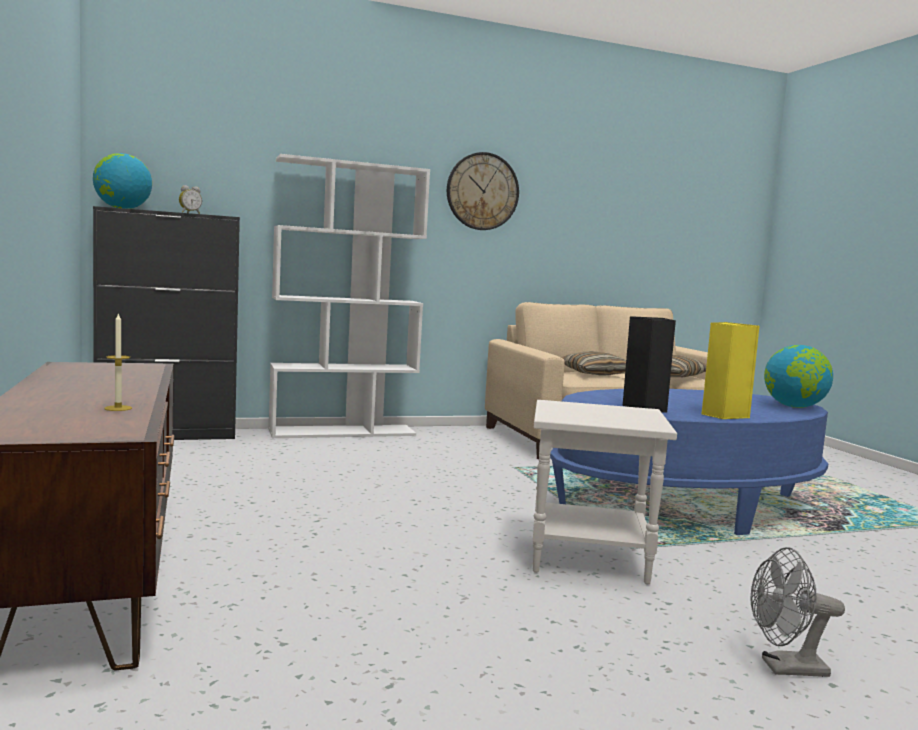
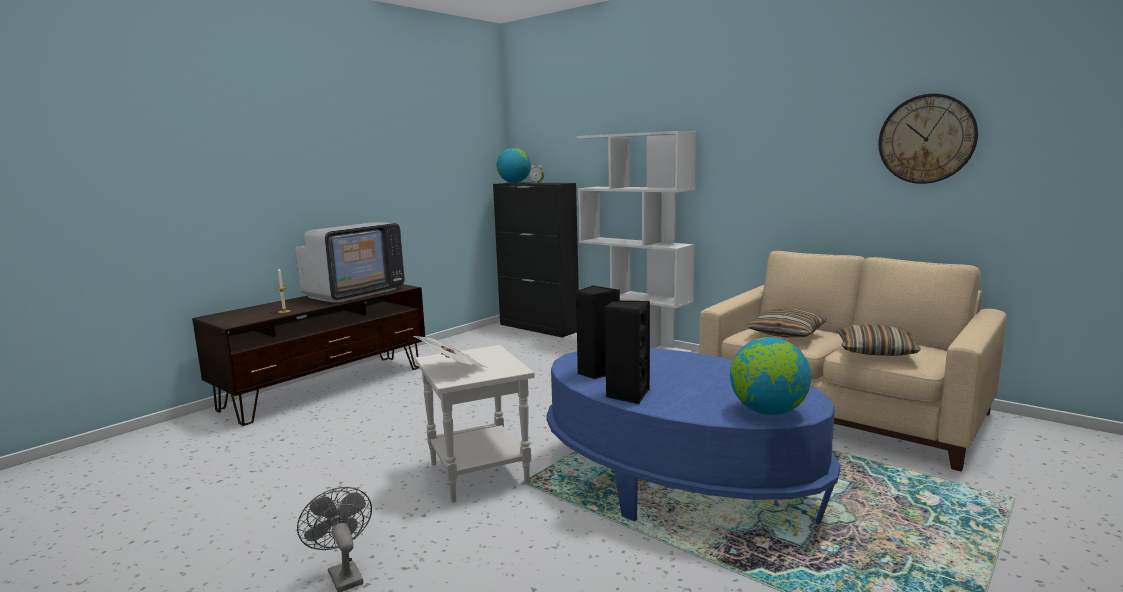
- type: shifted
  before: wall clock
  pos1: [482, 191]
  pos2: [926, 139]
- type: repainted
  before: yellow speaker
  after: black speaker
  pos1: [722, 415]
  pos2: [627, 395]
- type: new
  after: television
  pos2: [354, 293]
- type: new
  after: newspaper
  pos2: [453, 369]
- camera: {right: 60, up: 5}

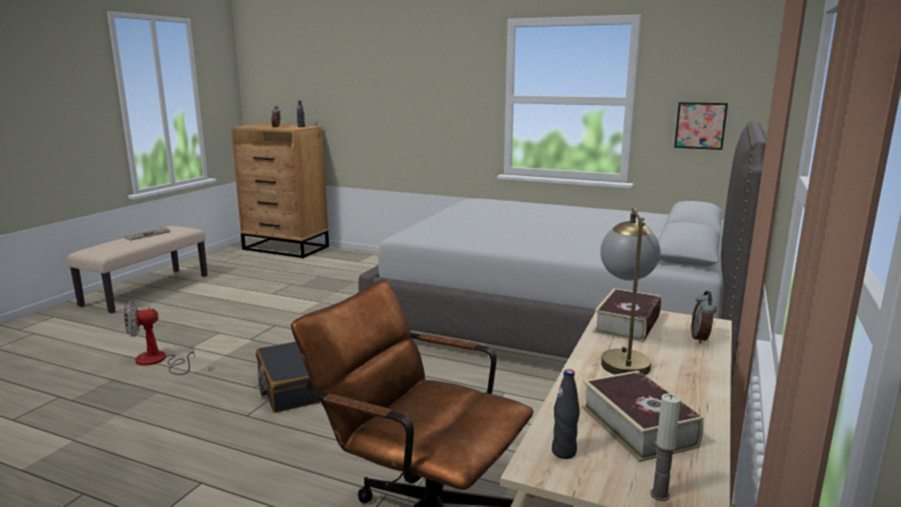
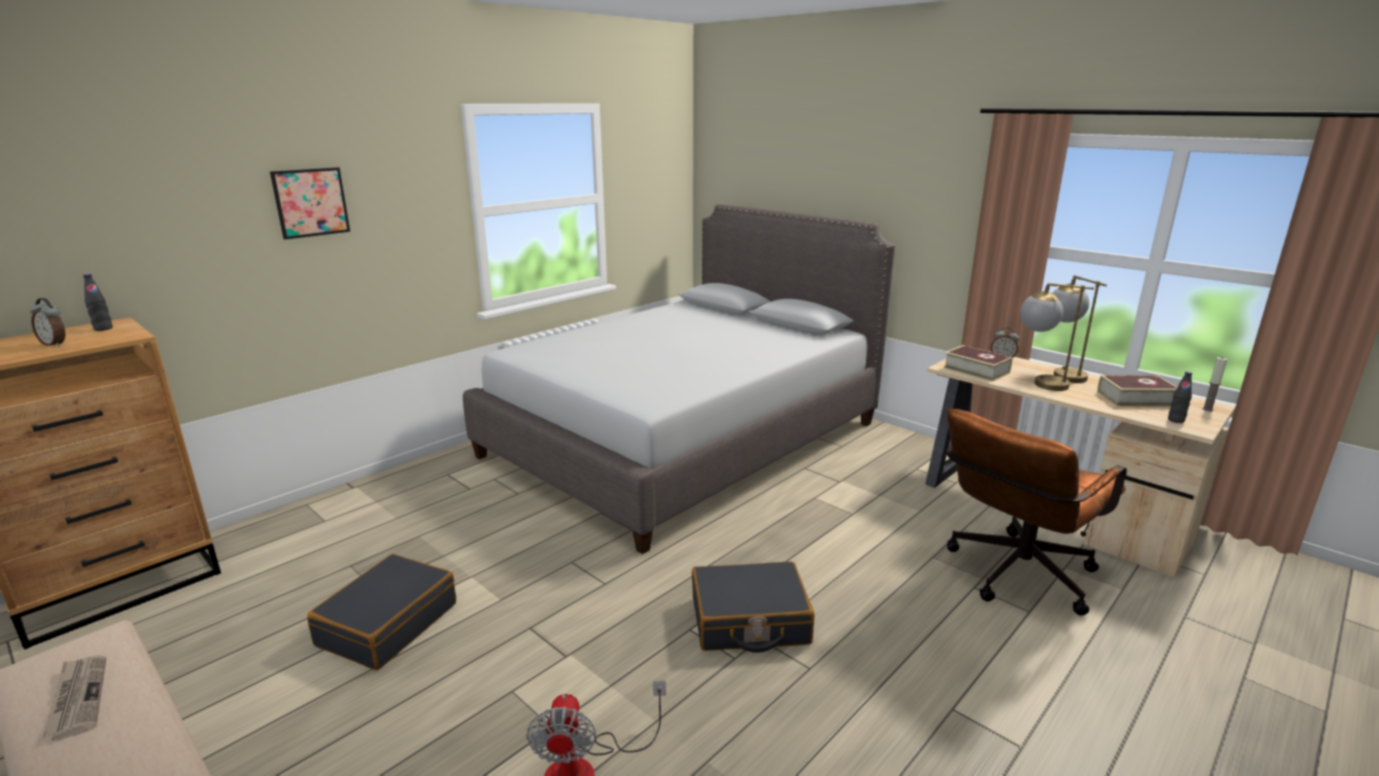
- type: shifted
  before: picture
  pos1: [700, 125]
  pos2: [311, 202]
- type: new
  after: table lamp
  pos2: [1061, 373]
- type: new
  after: black suitcase
  pos2: [387, 624]
- camera: {right: -70, up: 5}

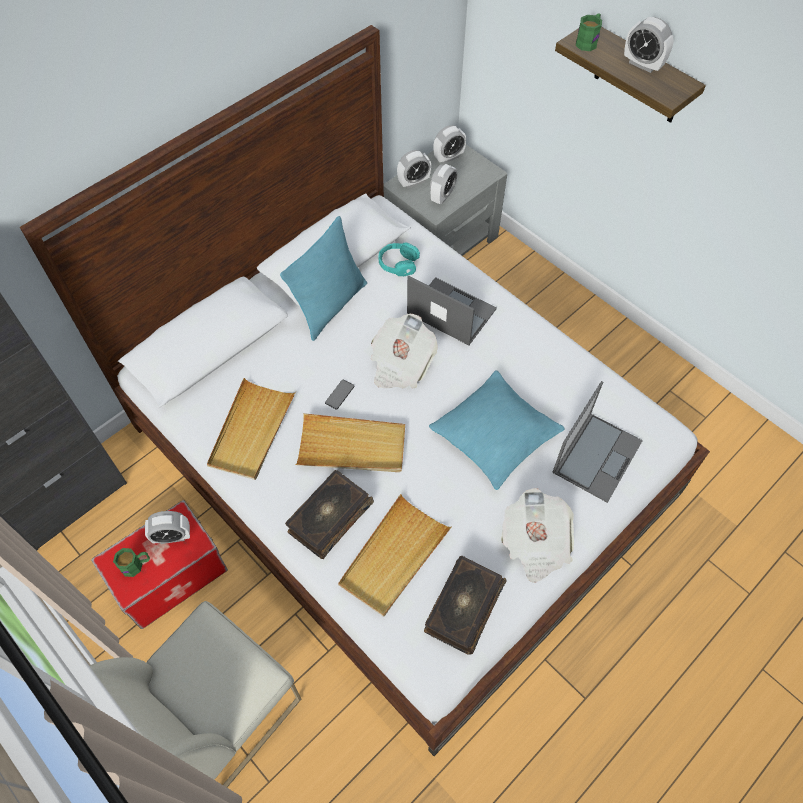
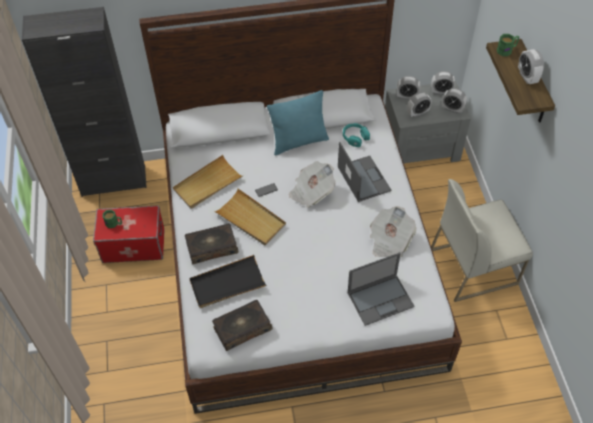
- type: gone
  before: turquoise pillow
  pos1: [495, 435]
- type: shifted
  before: newspaper
  pos1: [535, 544]
  pos2: [389, 240]
- type: repainted
  before: beige tray
  after: black tray
  pos1: [393, 557]
  pos2: [227, 284]
- type: shifted
  before: alarm clock
  pos1: [172, 536]
  pos2: [452, 109]
- type: shifted
  before: white chair
  pos1: [221, 708]
  pos2: [473, 266]
- camera: {right: 35, up: -5}

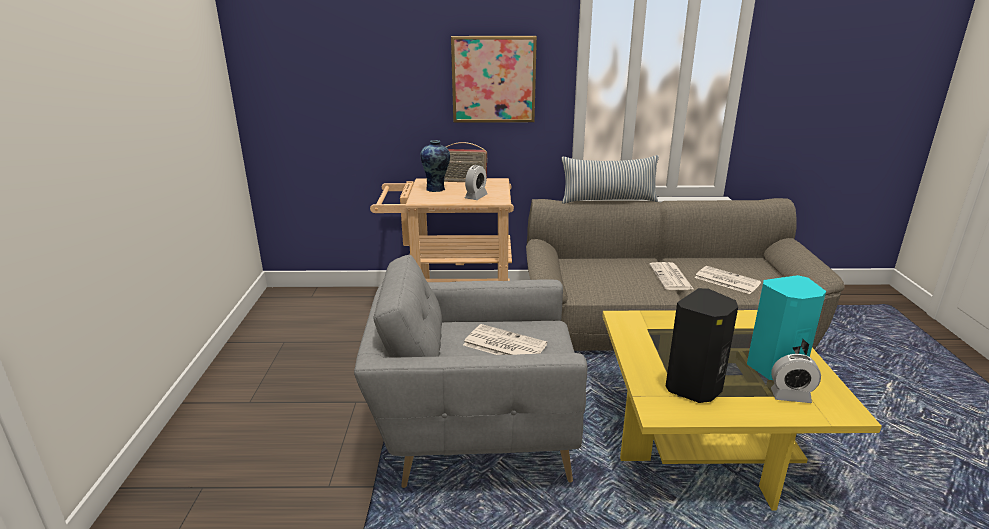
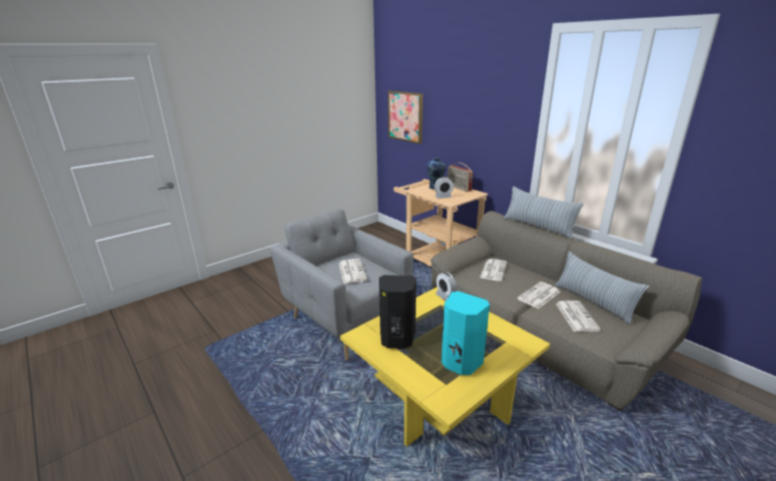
- type: shifted
  before: picture
  pos1: [493, 79]
  pos2: [405, 116]
- type: shifted
  before: alarm clock
  pos1: [790, 396]
  pos2: [445, 297]
- type: new
  after: pillow
  pos2: [593, 302]
- type: new
  after: newspaper
  pos2: [493, 270]
- camera: {right: 50, up: 0}

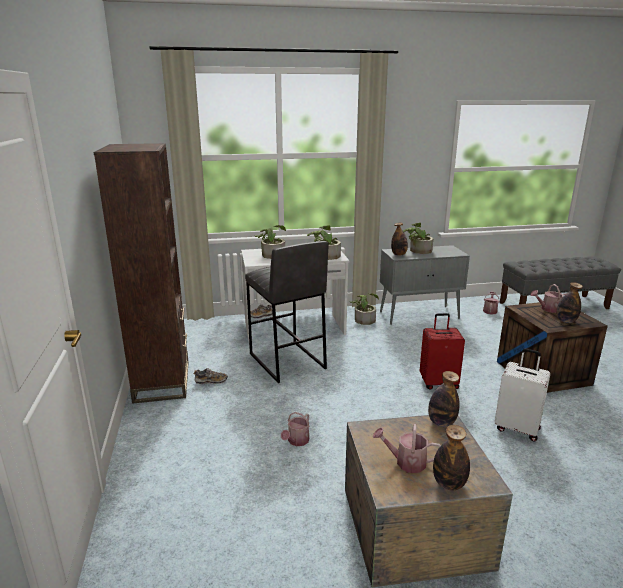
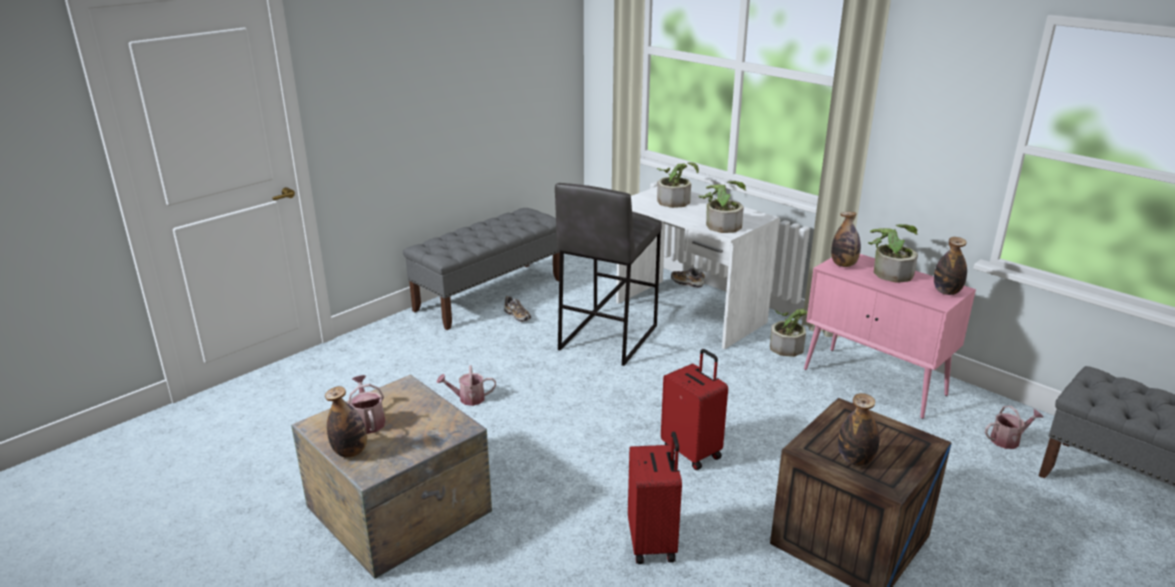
- type: swapped
  before: brown bookcase
  after: grey bench
  pos1: [162, 381]
  pos2: [490, 294]
- type: repainted
  before: grey cabinet
  after: pink cabinet
  pos1: [420, 315]
  pos2: [875, 382]
- type: gone
  before: watering can
  pos1: [548, 309]
- type: repainted
  before: white suitcase
  after: red suitcase
  pos1: [517, 428]
  pos2: [653, 543]
- type: shifted
  before: bottle
  pos1: [441, 423]
  pos2: [946, 292]
- camera: {right: 55, up: 5}

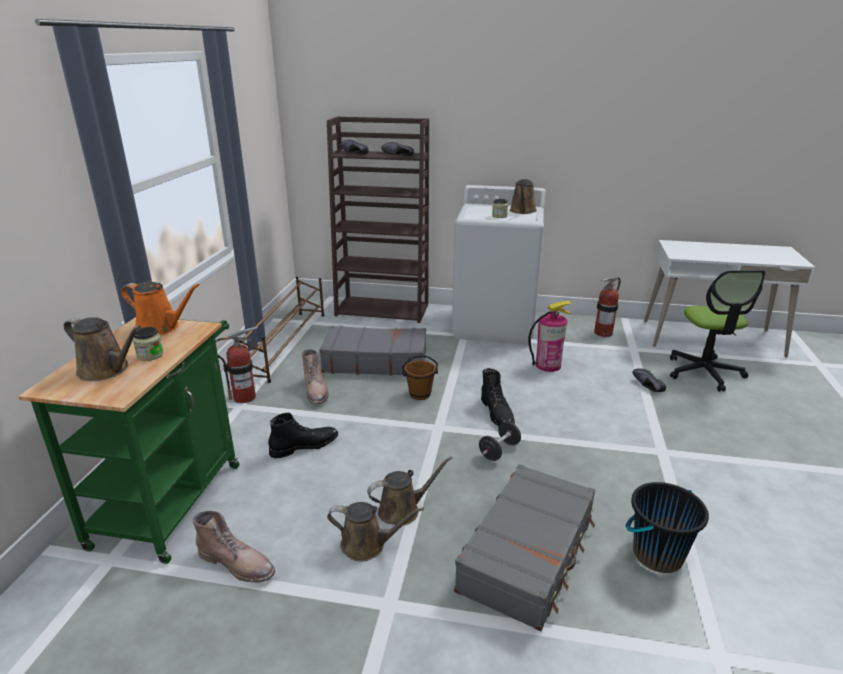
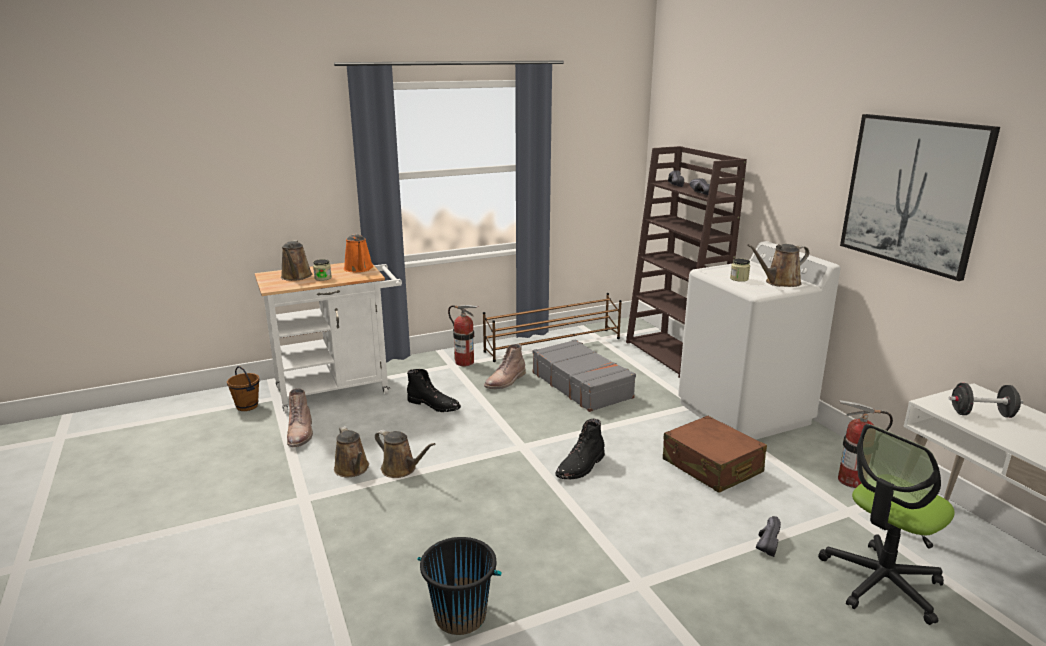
- type: swapped
  before: fire extinguisher
  after: brown suitcase
  pos1: [548, 365]
  pos2: [712, 466]
- type: repainted
  before: green cart
  after: white cart
  pos1: [173, 497]
  pos2: [340, 389]
- type: shifted
  before: brown bucket
  pos1: [420, 394]
  pos2: [247, 406]
- type: shifted
  before: black dumbbell
  pos1: [499, 451]
  pos2: [981, 414]
- type: gone
  before: grey suitcase
  pos1: [528, 554]
- type: new
  after: picture
  pos2: [913, 193]
- camera: {right: 55, up: -5}

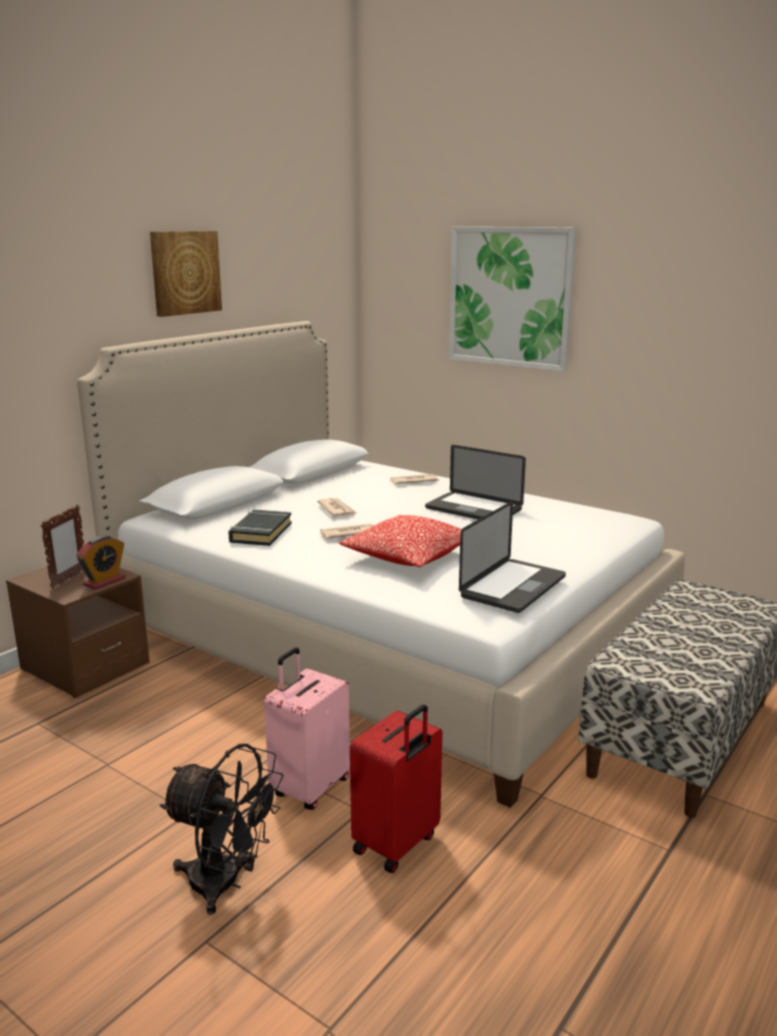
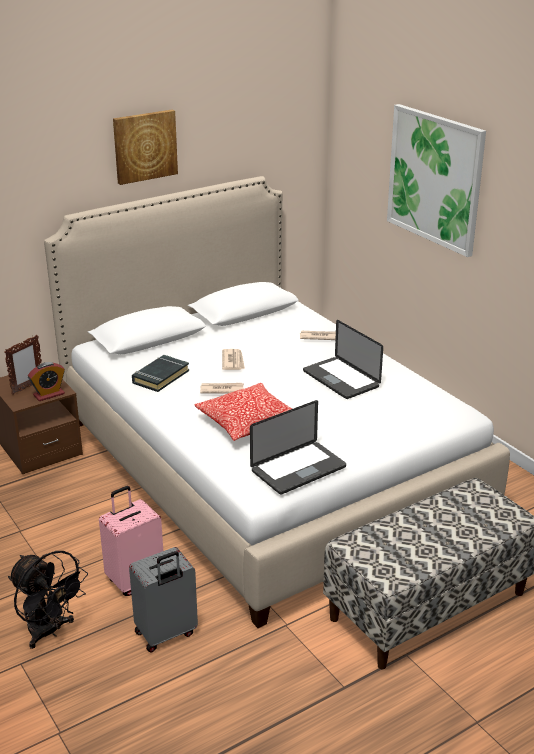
- type: repainted
  before: red suitcase
  after: grey suitcase
  pos1: [397, 844]
  pos2: [166, 634]
- camera: {right: 20, up: 10}

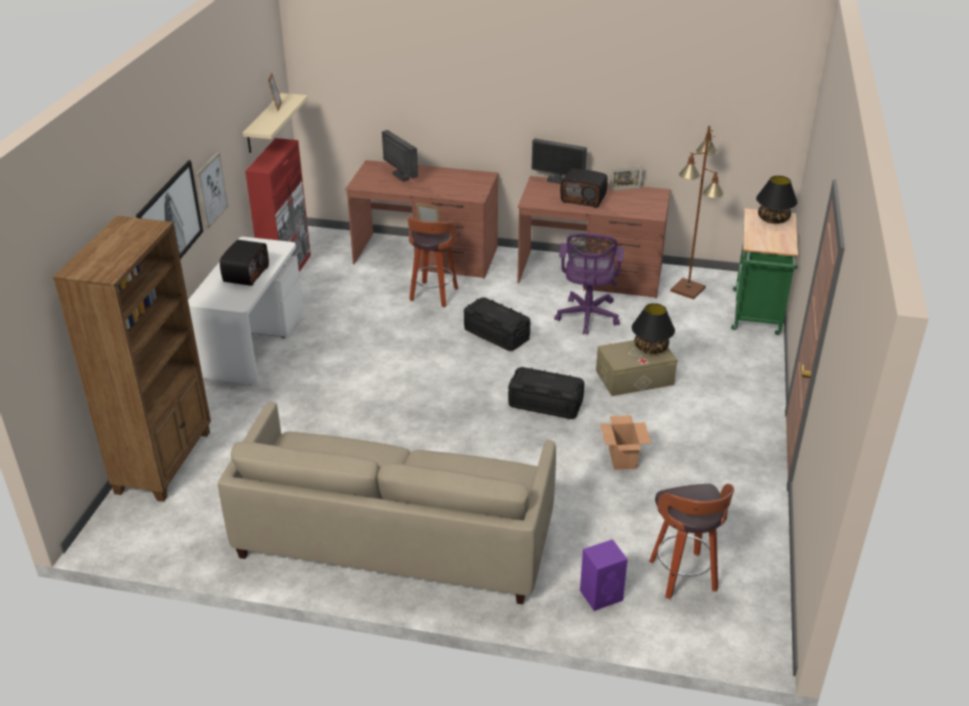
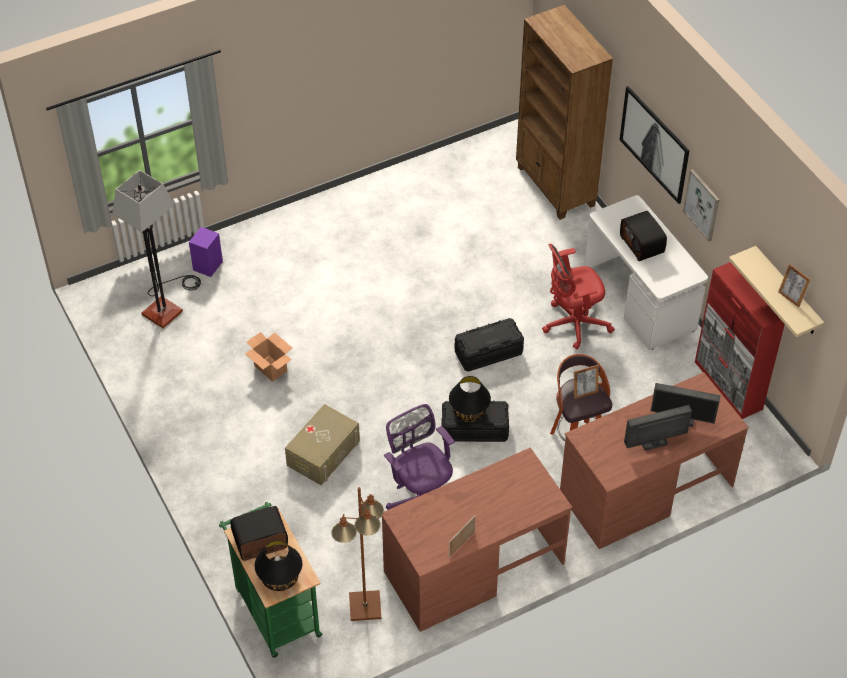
- type: shifted
  before: monitor
  pos1: [558, 181]
  pos2: [654, 445]
- type: shifted
  before: radio
  pos1: [583, 199]
  pos2: [260, 542]
- type: shifted
  before: black table lamp
  pos1: [650, 348]
  pos2: [469, 412]
- type: shifted
  before: black storage box
  pos1: [545, 404]
  pos2: [488, 353]
- type: gone
  before: beige sofa
  pos1: [394, 537]
- type: swapped
  before: stool
  after: floor lamp
  pos1: [684, 577]
  pos2: [167, 305]
- type: new
  after: red office chair
  pos2: [573, 324]
- camera: {right: 140, up: 15}

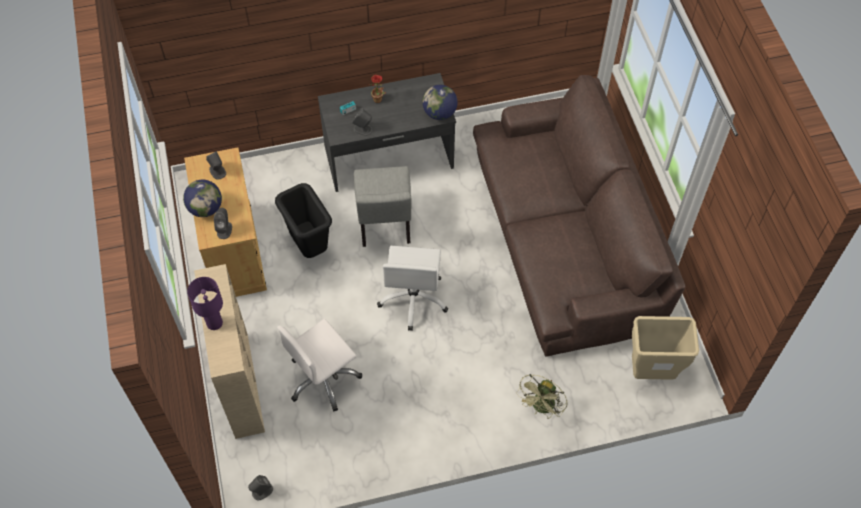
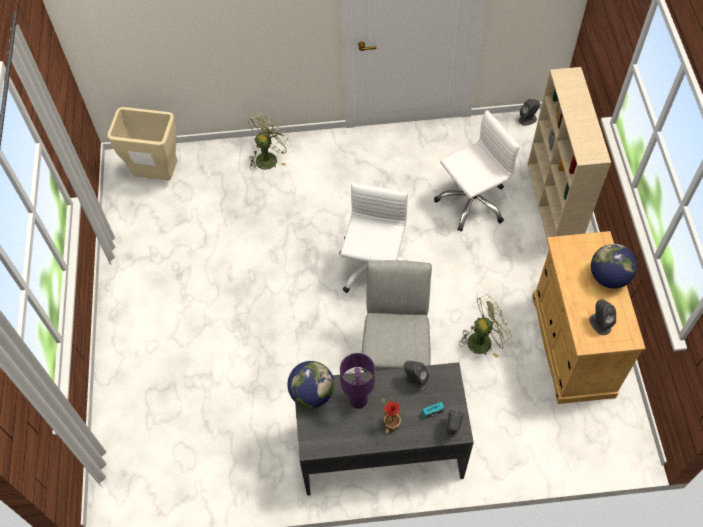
- type: gone
  before: brown sofa
  pos1: [565, 237]
- type: swapped
  before: black trash can
  after: green fan
  pos1: [310, 247]
  pos2: [484, 340]
- type: shifted
  before: grey speaker
  pos1: [224, 229]
  pos2: [453, 428]
- type: shifted
  before: purple table lamp
  pos1: [214, 323]
  pos2: [358, 400]
- camera: {right: -170, up: 0}

